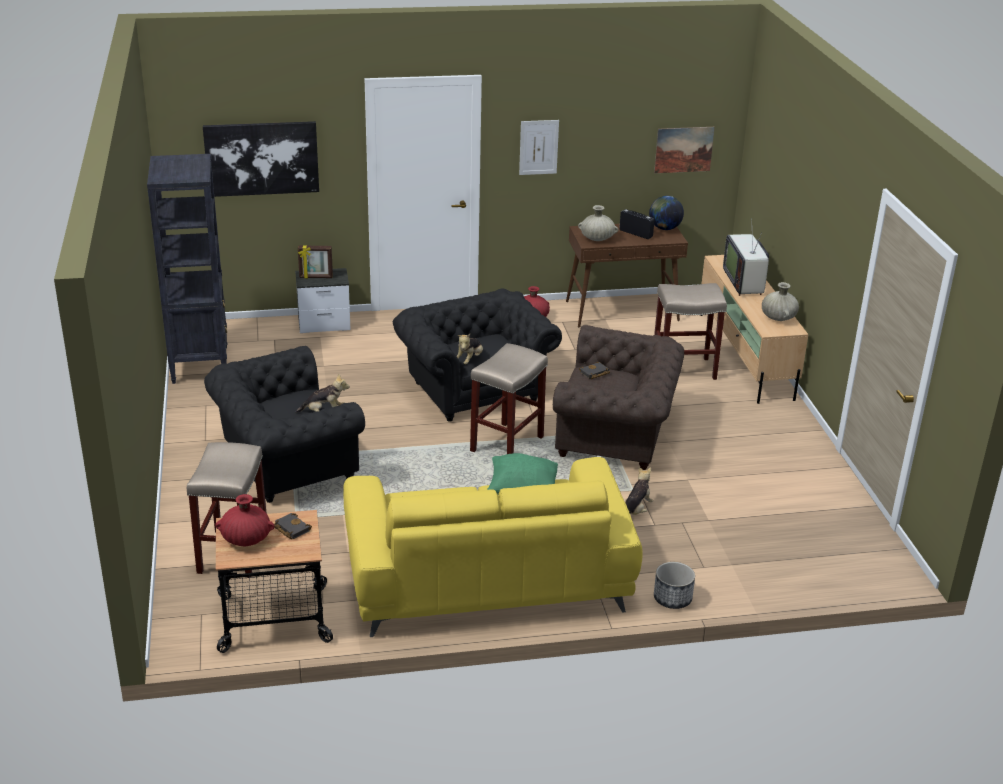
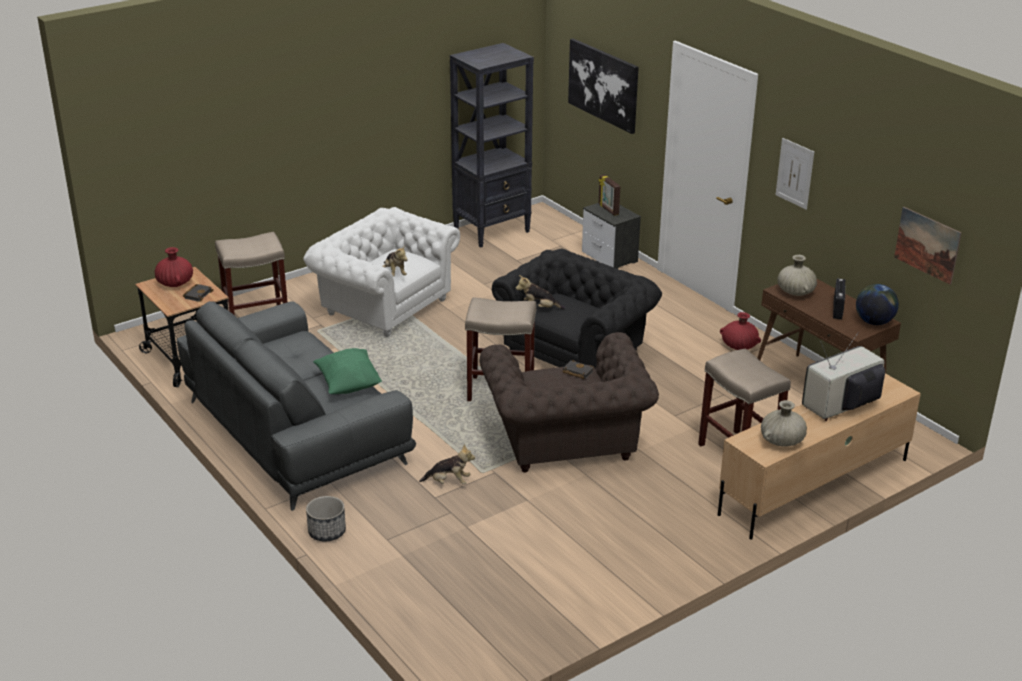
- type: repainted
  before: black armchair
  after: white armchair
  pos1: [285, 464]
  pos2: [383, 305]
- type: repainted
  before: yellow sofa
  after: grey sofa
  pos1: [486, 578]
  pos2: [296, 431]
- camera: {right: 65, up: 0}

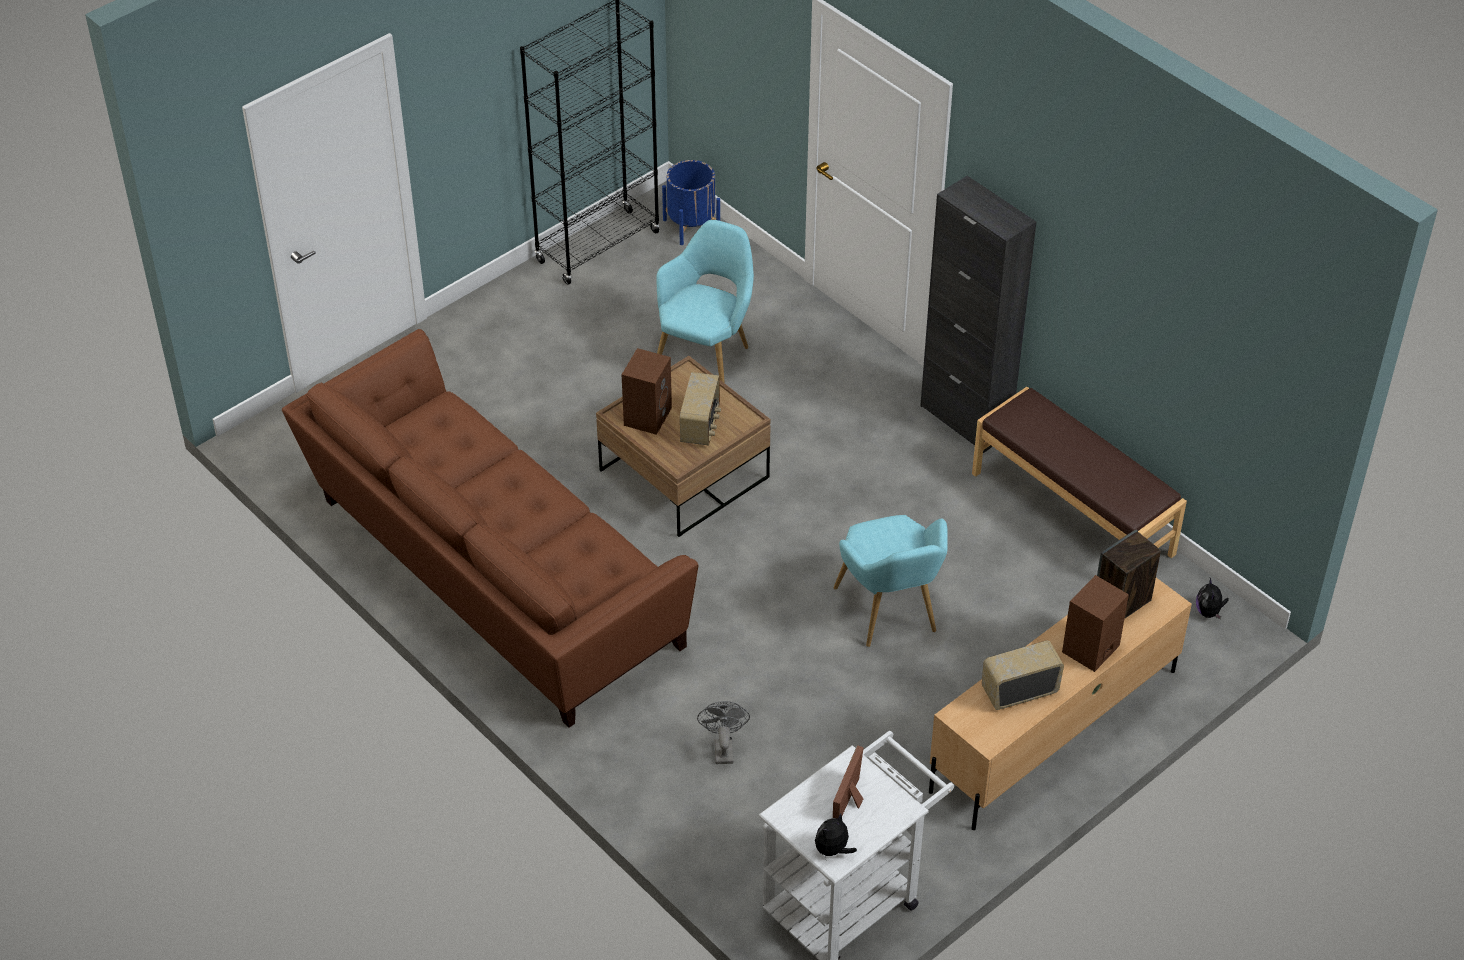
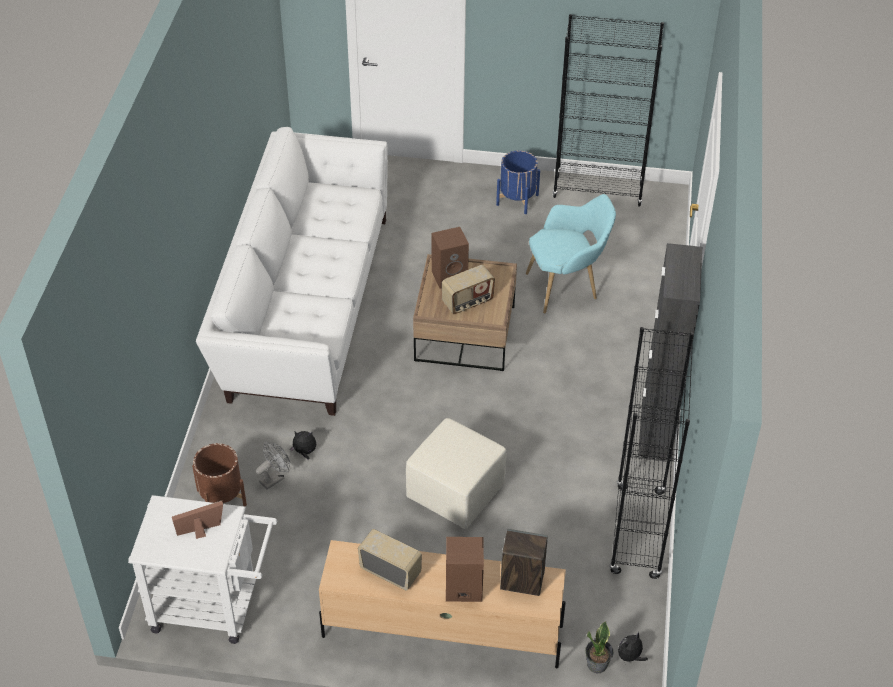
- type: shifted
  before: blue planter
  pos1: [691, 226]
  pos2: [517, 200]
- type: repainted
  before: brown sofa
  after: white sofa
  pos1: [492, 577]
  pos2: [304, 305]
- type: swapped
  before: brown bench
  after: black bookcase
  pos1: [1073, 513]
  pos2: [637, 532]
- type: swapped
  before: turquoise armchair
  after: beige ottoman
  pos1: [889, 615]
  pos2: [454, 492]
- type: shifted
  before: plush toy
  pos1: [833, 850]
  pos2: [304, 452]
- type: new
  after: brown planter
  pos2: [221, 497]
- type: new
  after: potted plant
  pos2: [597, 664]
- camera: {right: 50, up: 0}

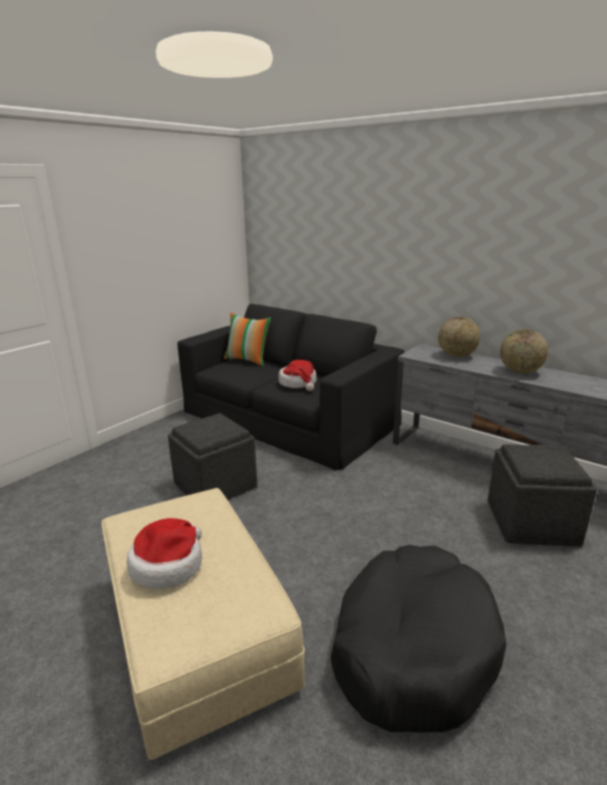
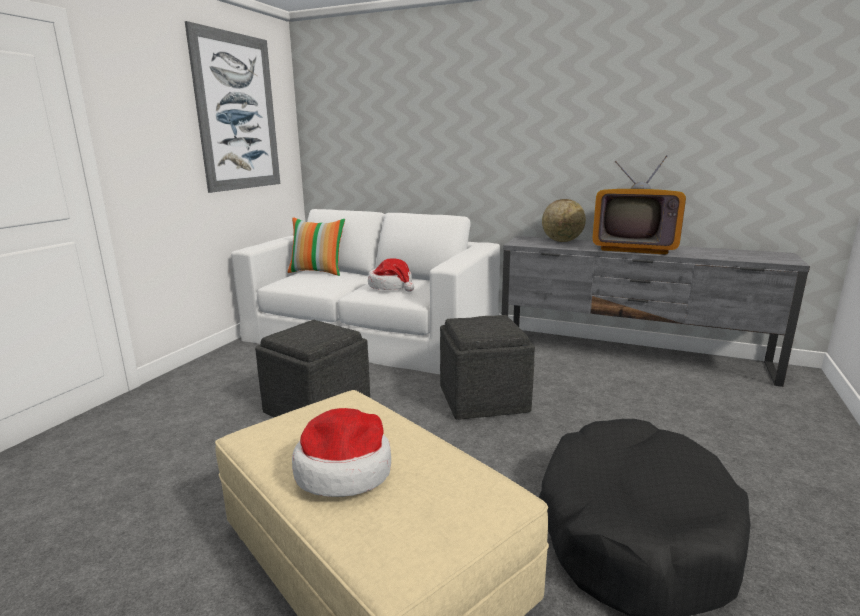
- type: repainted
  before: black sofa
  after: white sofa
  pos1: [289, 417]
  pos2: [373, 334]
- type: swapped
  before: globe
  after: television
  pos1: [520, 372]
  pos2: [634, 248]
- type: shifted
  before: grey ottoman
  pos1: [531, 523]
  pos2: [483, 399]
- type: new
  after: picture
  pos2: [237, 113]
- camera: {right: -15, up: -5}

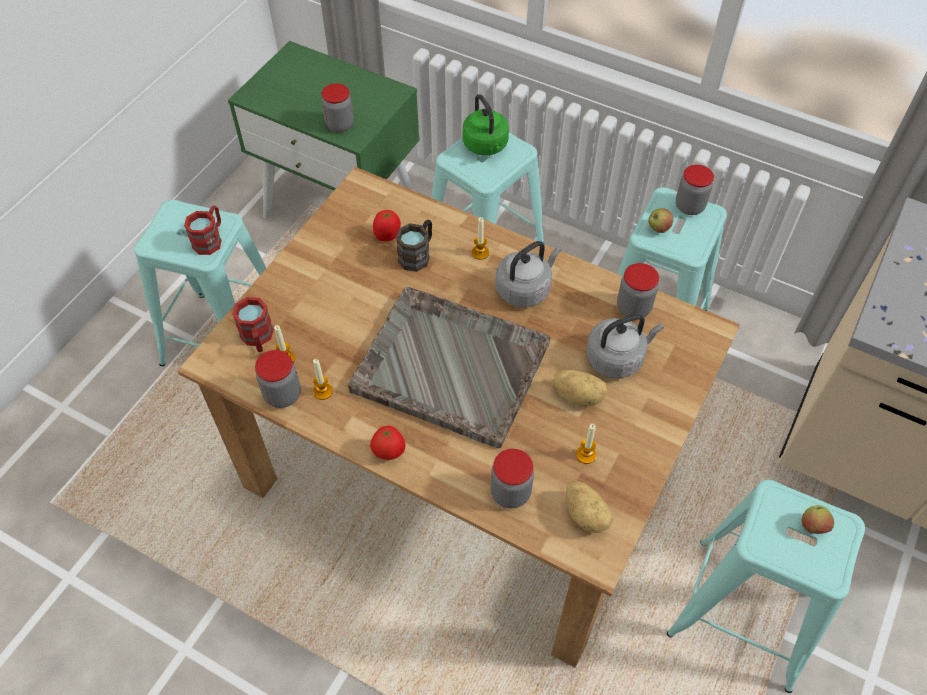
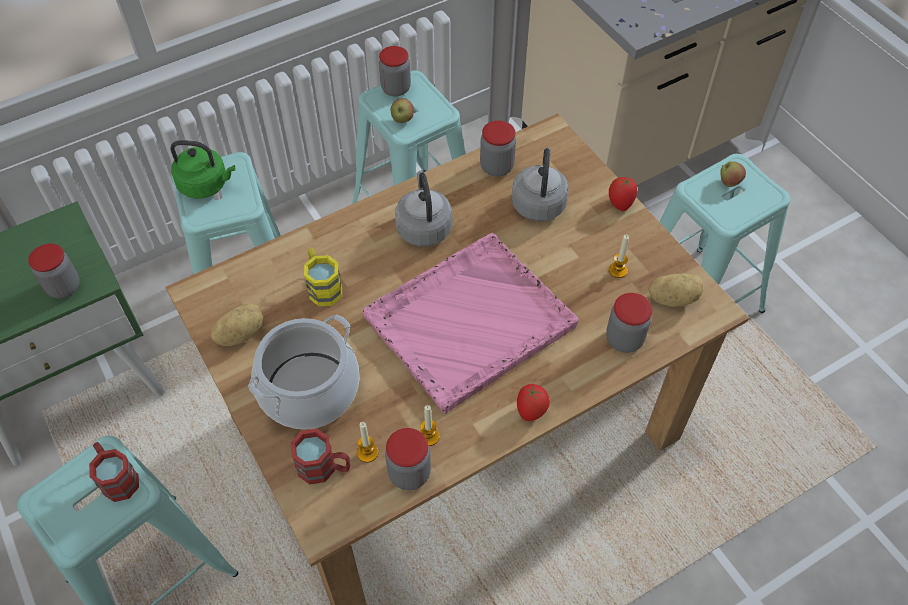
- type: shifted
  before: tomato
  pos1: [388, 236]
  pos2: [620, 204]
- type: gone
  before: candle
  pos1: [480, 253]
- type: repainted
  before: brown mug
  after: yellow mug
  pos1: [418, 254]
  pos2: [322, 286]
- type: repainted
  before: grey tray
  after: pink tray
  pos1: [449, 366]
  pos2: [468, 322]
- type: shifted
  before: potato
  pos1: [578, 395]
  pos2: [240, 333]
- type: new
  after: cooking pot
  pos2: [309, 390]
- camera: {right: -60, up: 0}

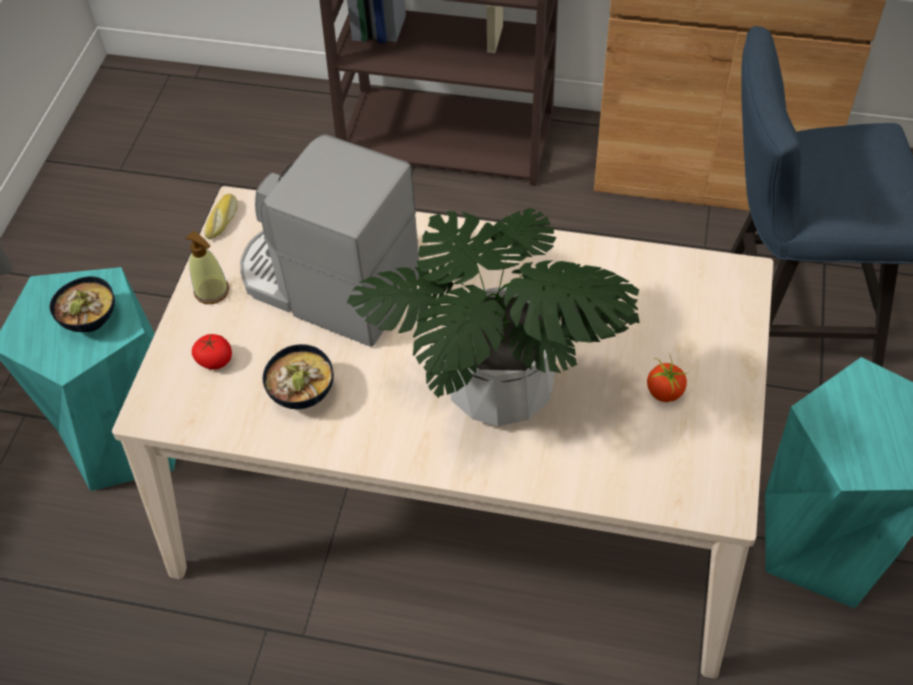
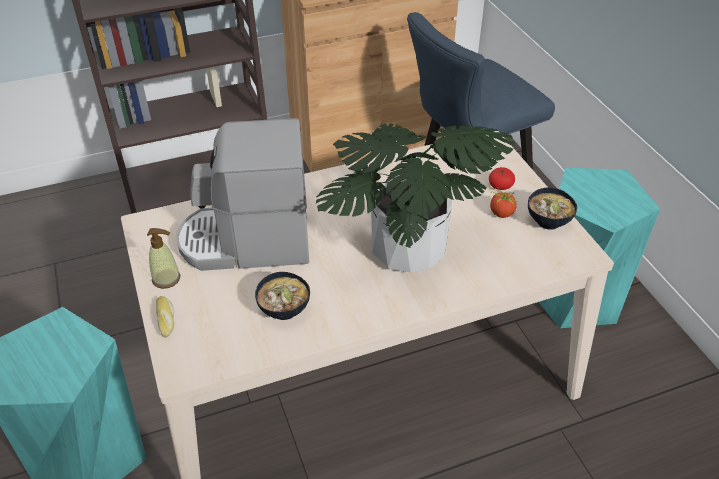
- type: shifted
  before: bread
  pos1: [223, 220]
  pos2: [166, 319]
- type: shifted
  before: bowl
  pos1: [89, 320]
  pos2: [547, 222]
- type: shifted
  before: tomato
  pos1: [215, 359]
  pos2: [500, 186]
- camera: {right: -35, up: -10}

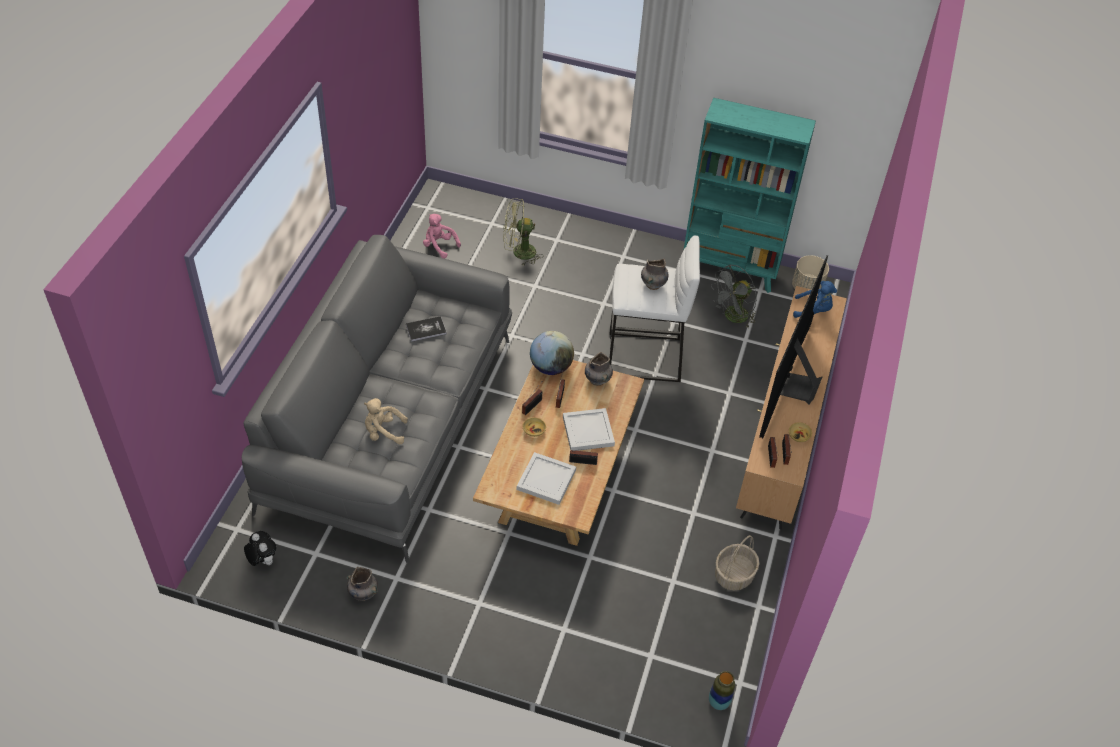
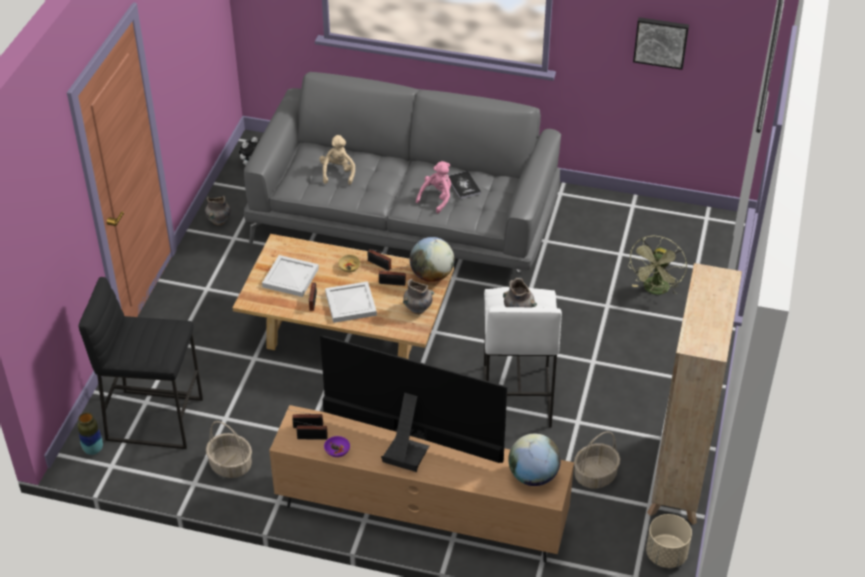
- type: repainted
  before: turquoise bookcase
  after: beige bookcase
  pos1: [730, 270]
  pos2: [678, 476]
- type: rotated
  before: green fan
  pos1: [519, 253]
  pos2: [655, 290]
  turn: -150
- type: shifted
  before: pink plush toy
  pos1: [439, 246]
  pos2: [437, 198]
- type: swapped
  before: grey fan
  after: basket
  pos1: [732, 318]
  pos2: [595, 476]
- type: swapped
  before: blue plush toy
  after: globe
  pos1: [813, 310]
  pos2: [533, 476]
- type: repainted
  before: beige bowl
  after: purple bowl
  pos1: [799, 436]
  pos2: [337, 451]
- type: new
  after: picture
  pos2: [661, 42]
- type: new
  after: black stool
  pos2: [155, 418]
- camera: {right: 90, up: -5}

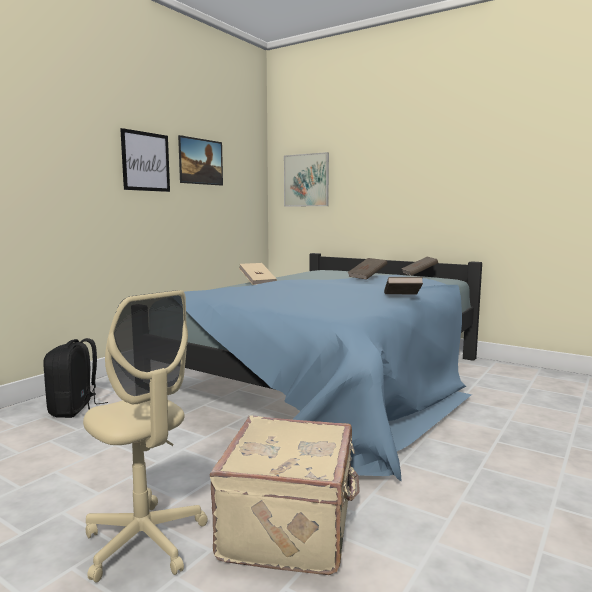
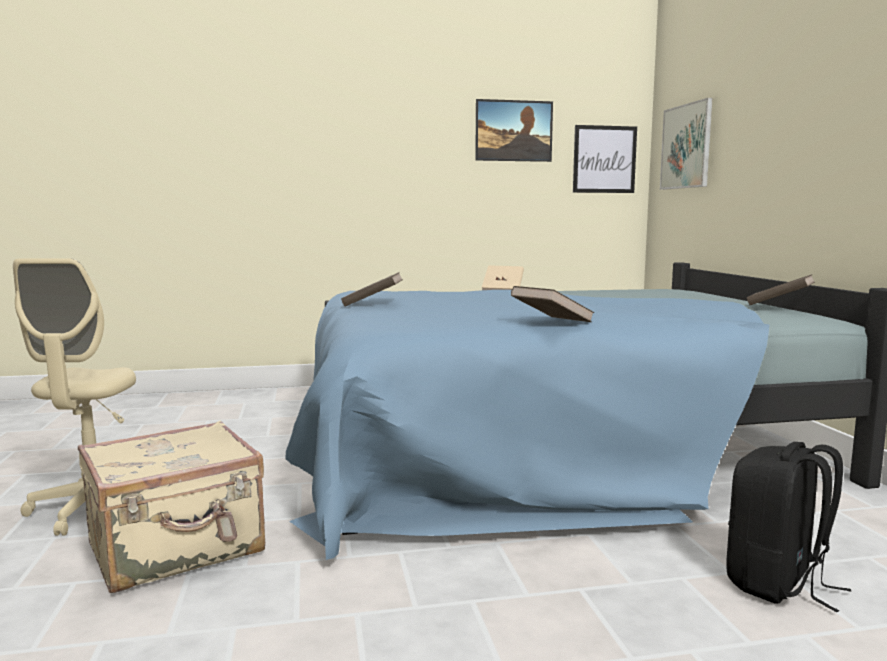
- type: shifted
  before: picture
  pos1: [146, 161]
  pos2: [604, 159]
- type: shifted
  before: brown book
  pos1: [367, 277]
  pos2: [372, 304]
- type: shifted
  before: black backpack
  pos1: [75, 410]
  pos2: [777, 584]
- camera: {right: 45, up: 0}

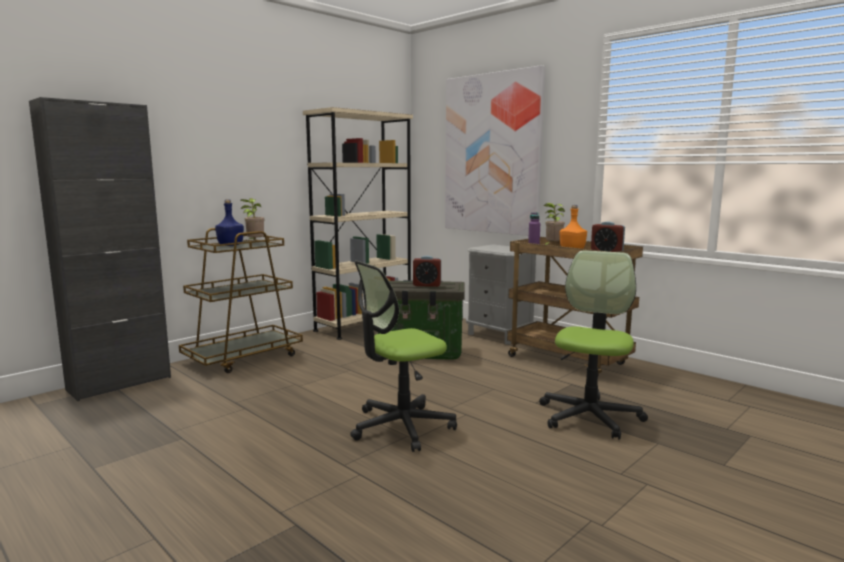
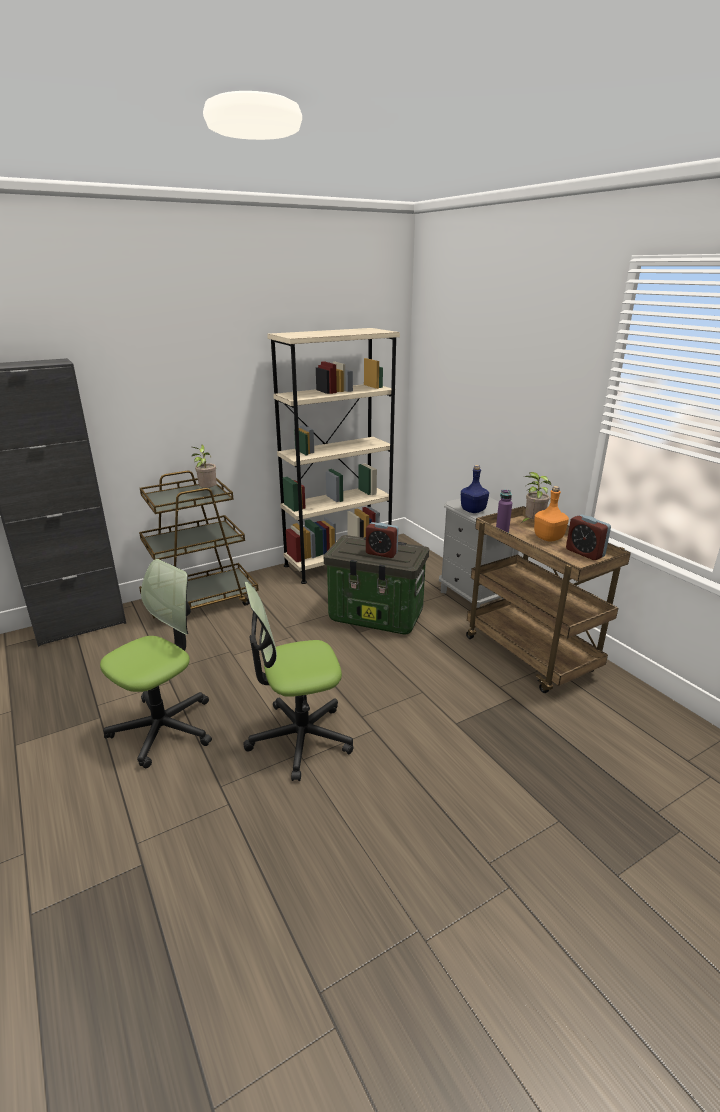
- type: gone
  before: picture
  pos1: [492, 154]
- type: shifted
  before: blue bottle
  pos1: [231, 245]
  pos2: [473, 510]
- type: shifted
  before: office chair
  pos1: [589, 417]
  pos2: [163, 728]
- camera: {right: 15, up: 15}

